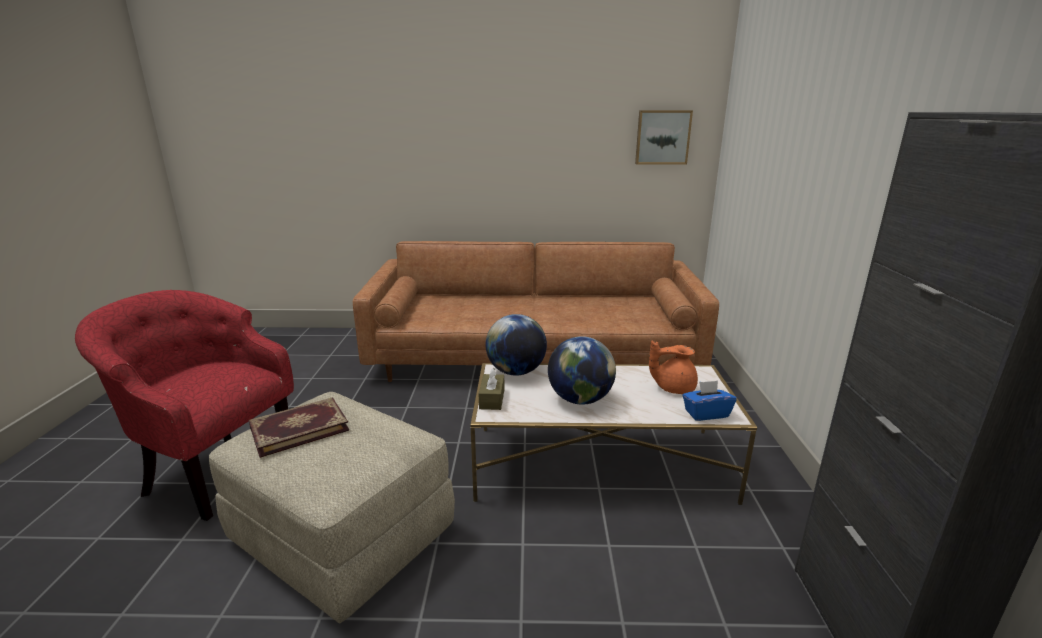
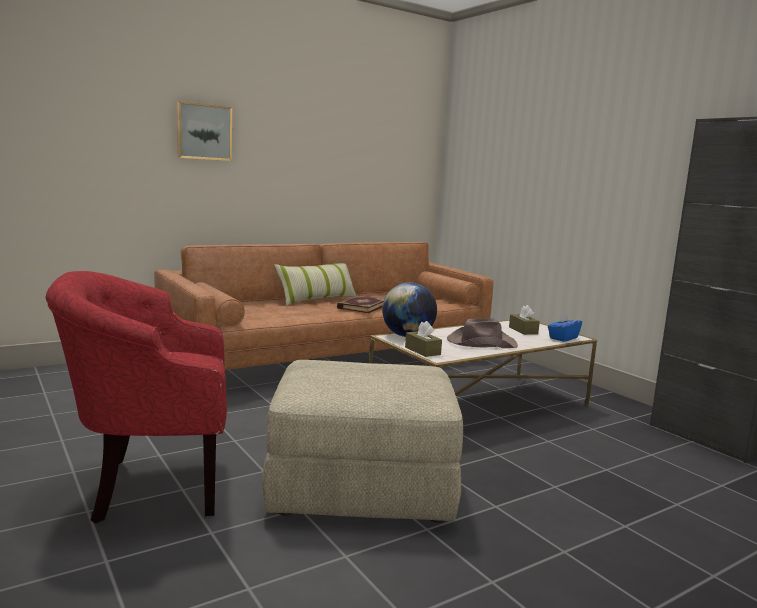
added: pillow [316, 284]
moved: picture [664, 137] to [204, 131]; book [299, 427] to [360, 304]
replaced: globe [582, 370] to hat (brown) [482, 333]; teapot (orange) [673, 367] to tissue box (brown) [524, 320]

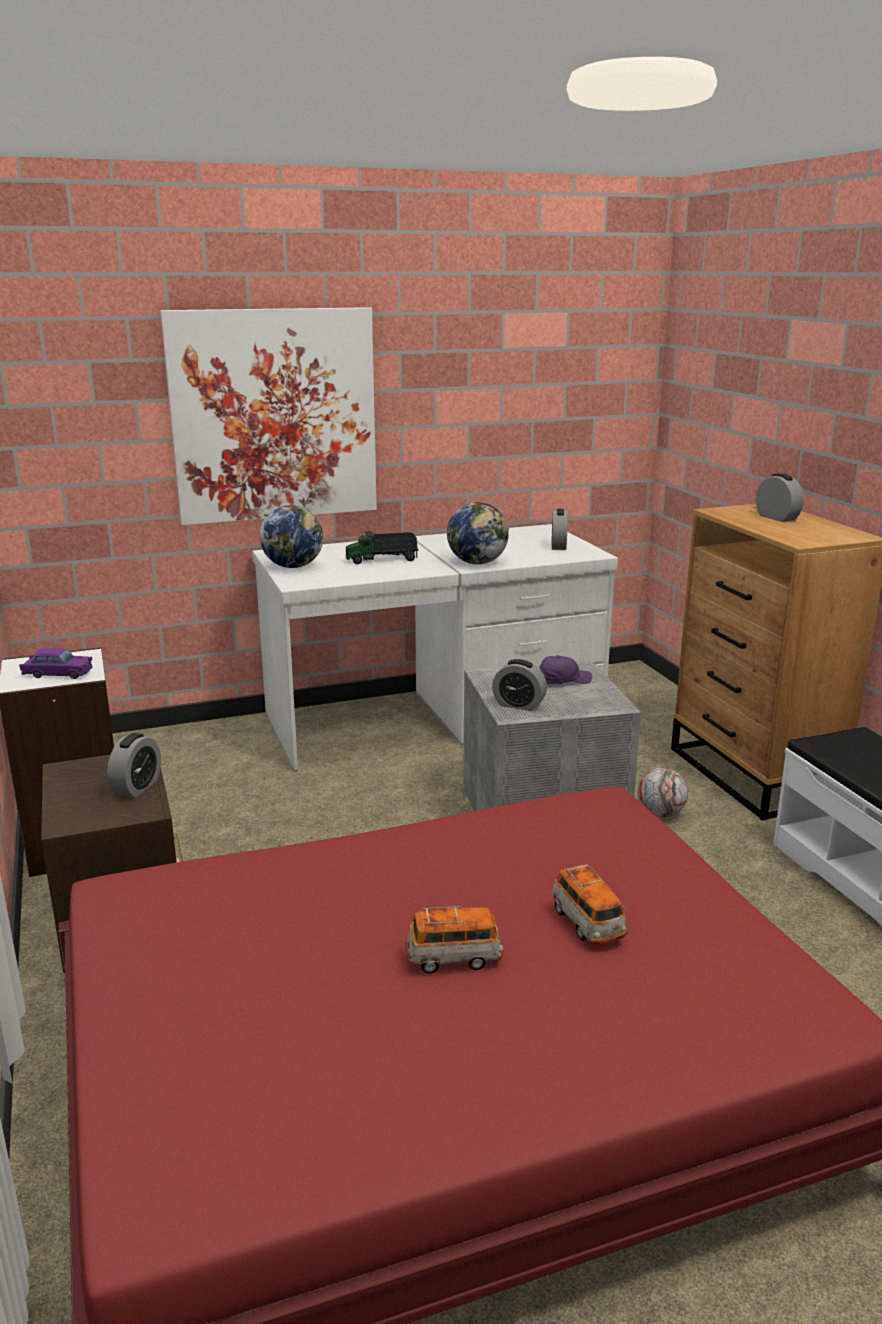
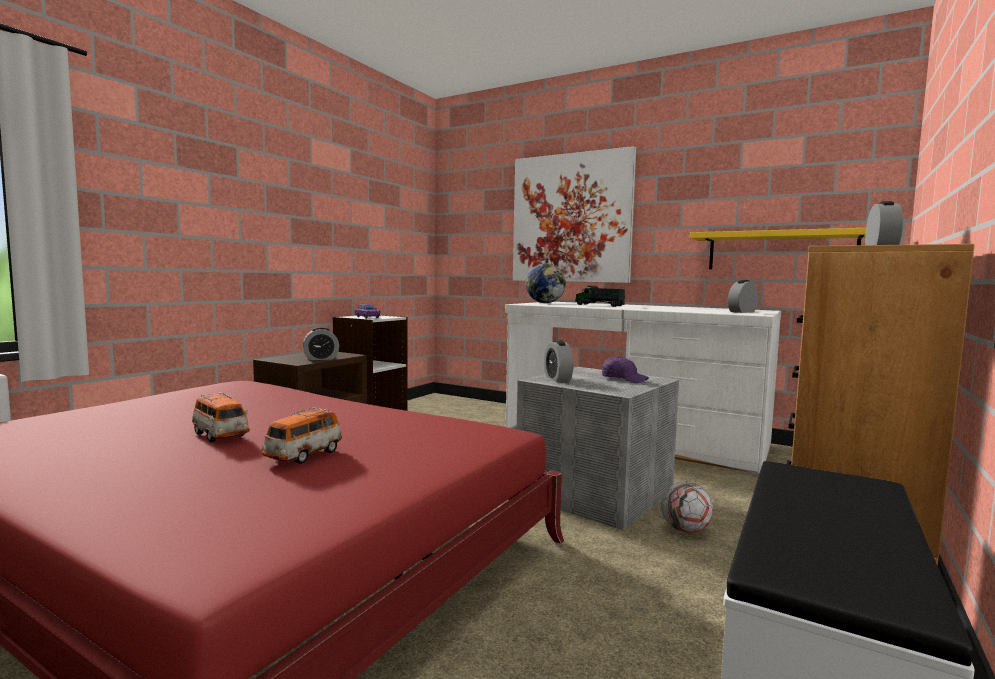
removed: globe [478, 533]
added: shelf (yellow) [778, 248]

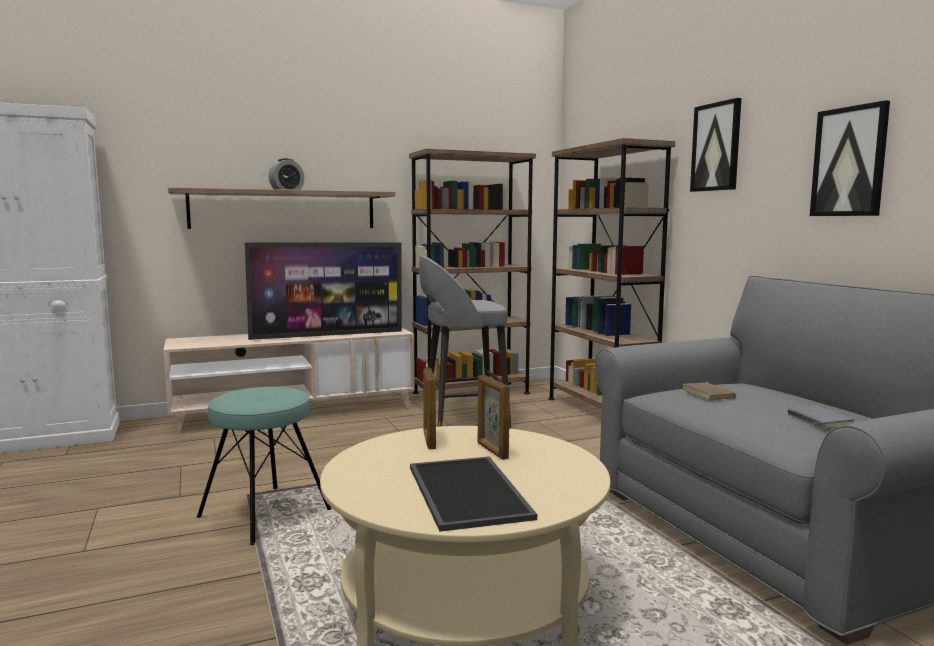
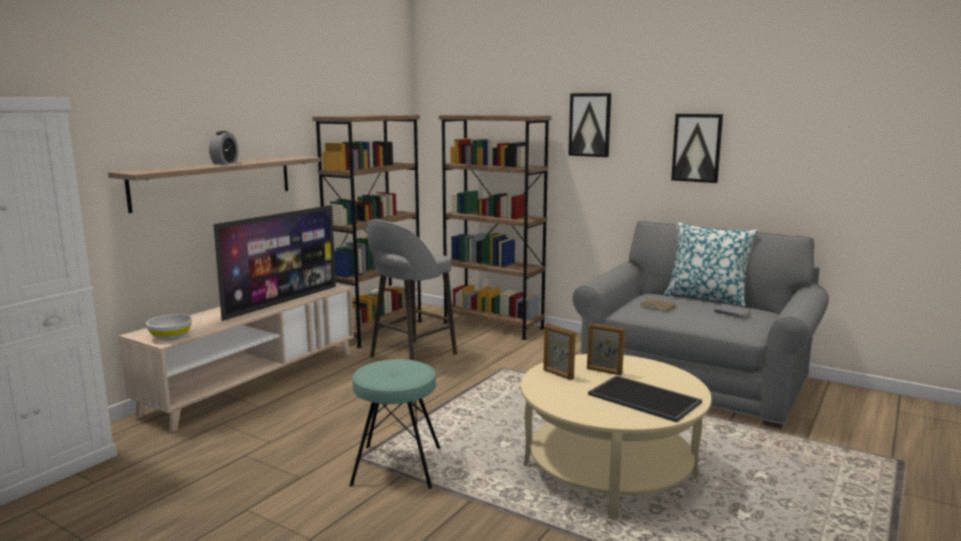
added: pillow [711, 264]; bowl (white) [169, 327]

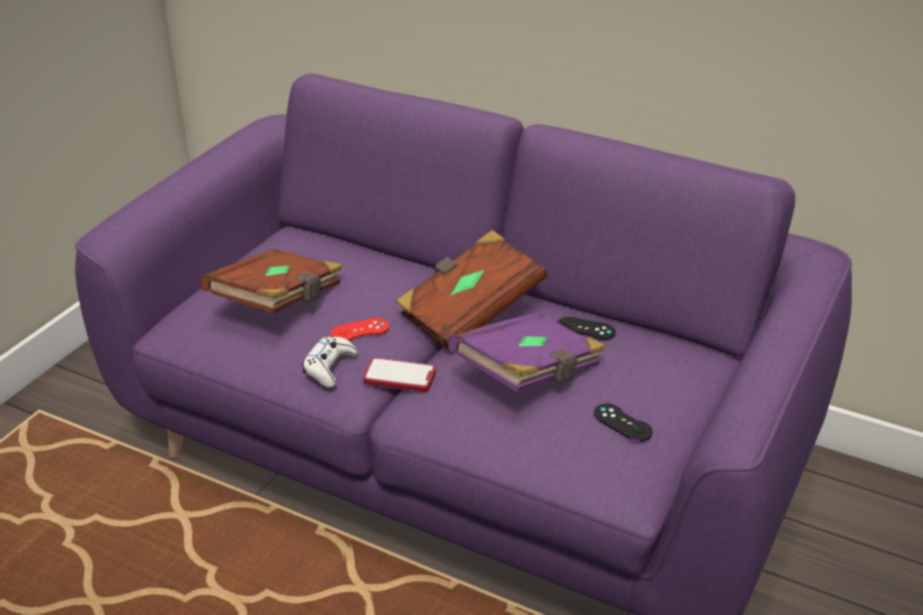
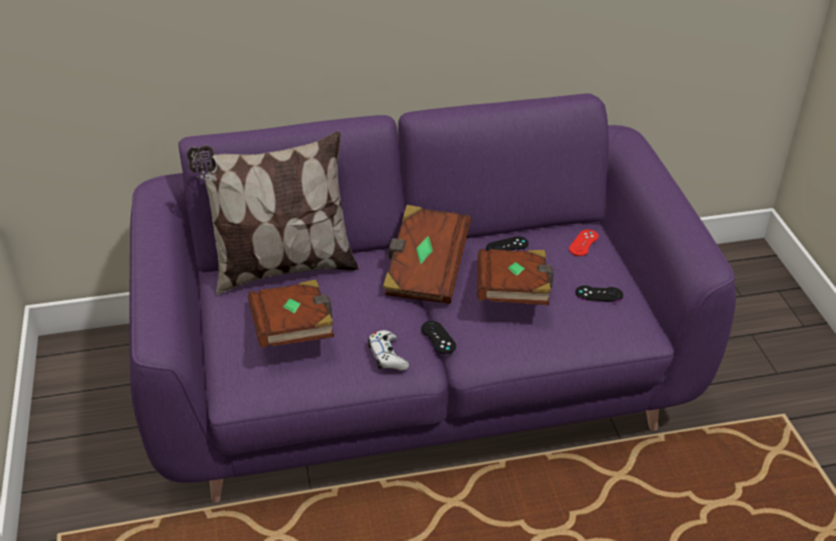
added: pillow [273, 213]
moved: game controller (red) [360, 329] to [584, 242]
replaced: phone [399, 375] to game controller (black) [438, 337]
recoloured: book (purple) [527, 352] to book (brown) [515, 277]

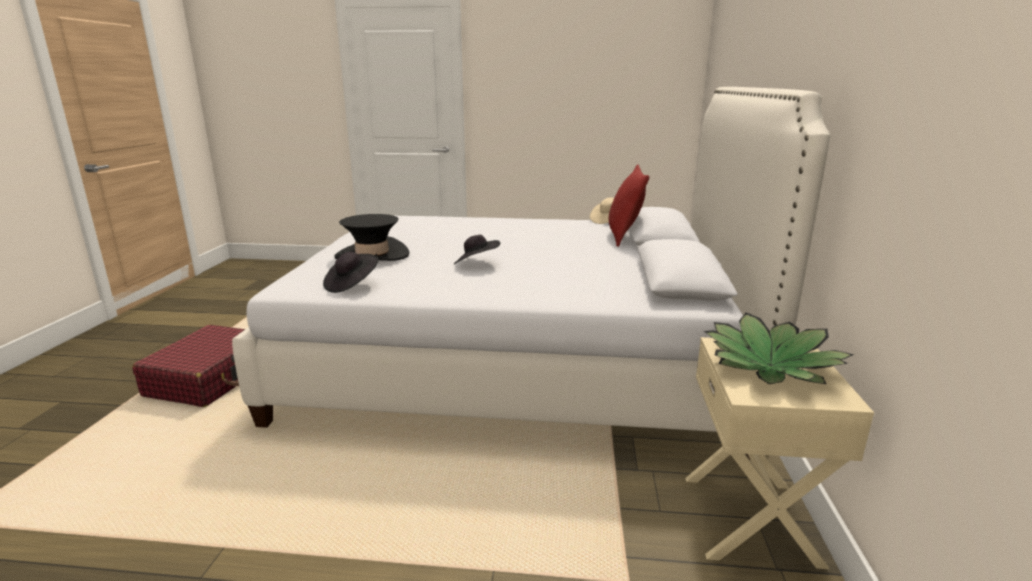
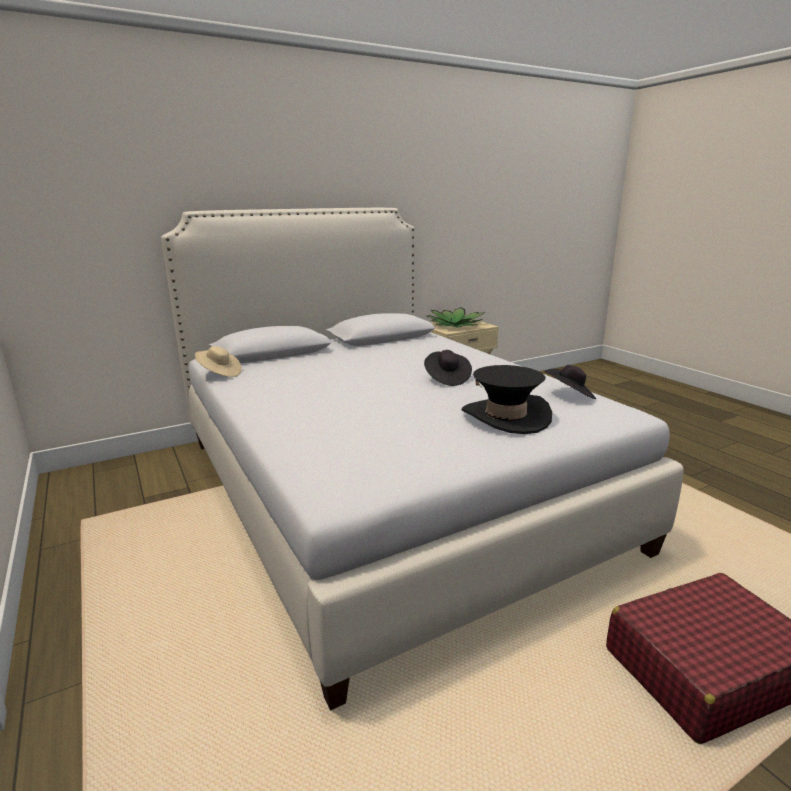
removed: pillow (red) [629, 205]

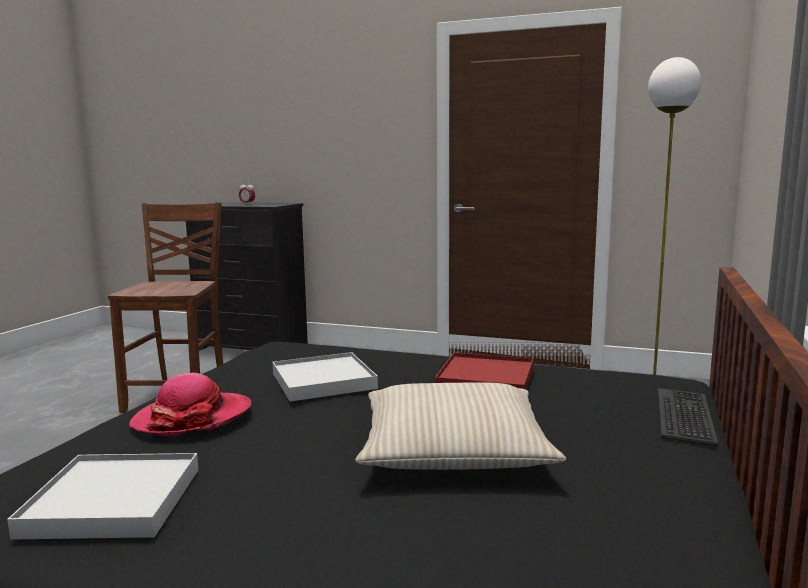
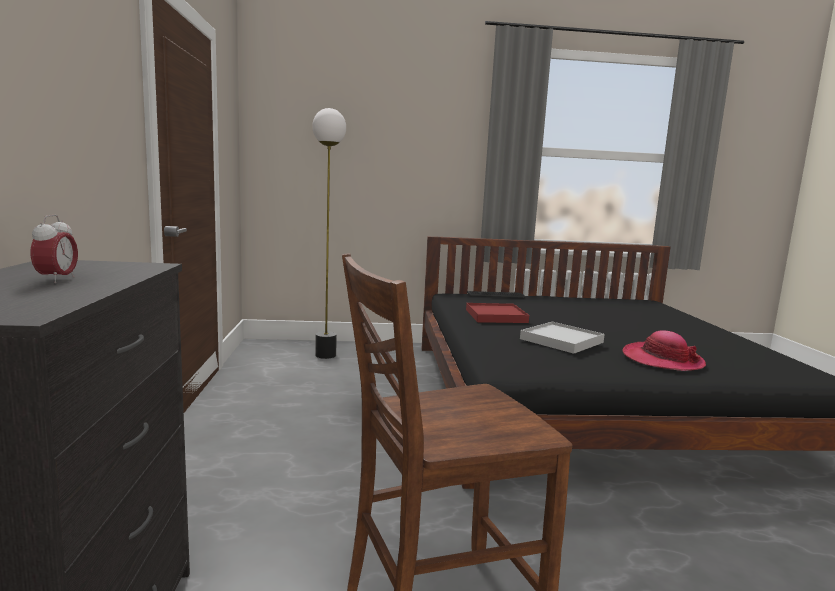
removed: pillow (beige) [461, 426]; tray (white) [102, 496]

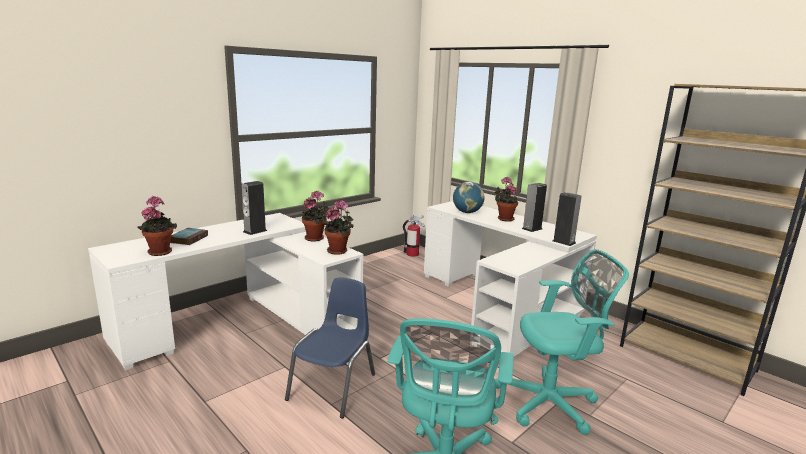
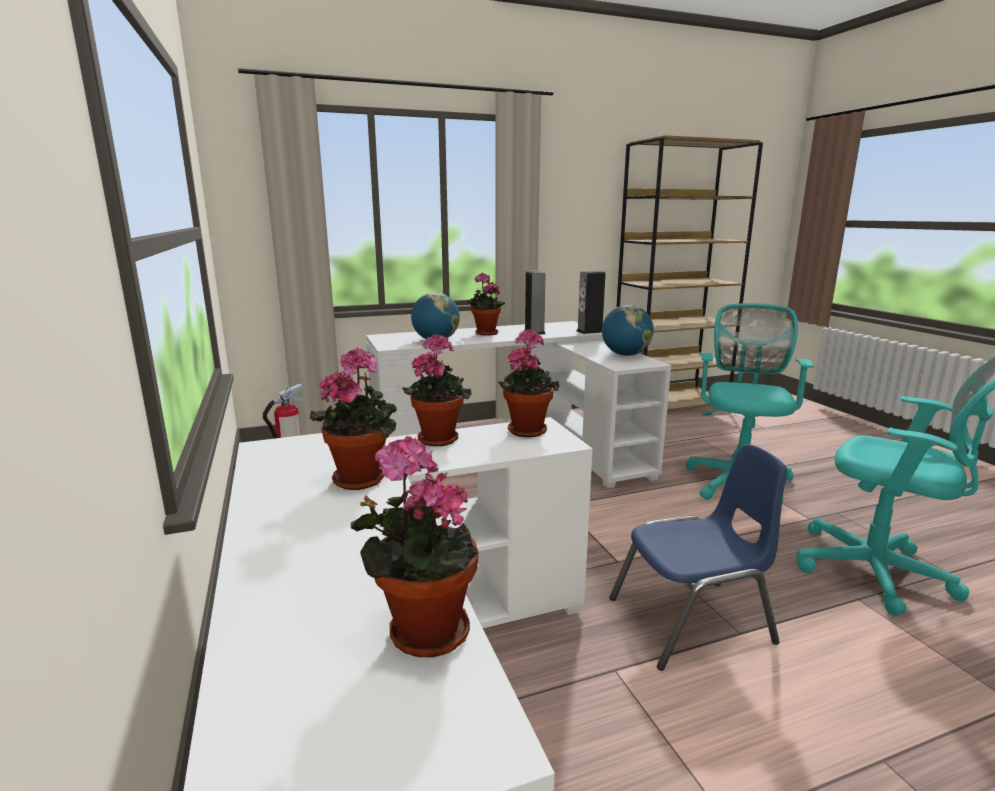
removed: book [189, 236]
added: globe [628, 330]
replaced: speaker [254, 208] to potted plant [353, 418]
turned: chair (blue) [330, 347] = [699, 557] 120 degrees clockwise

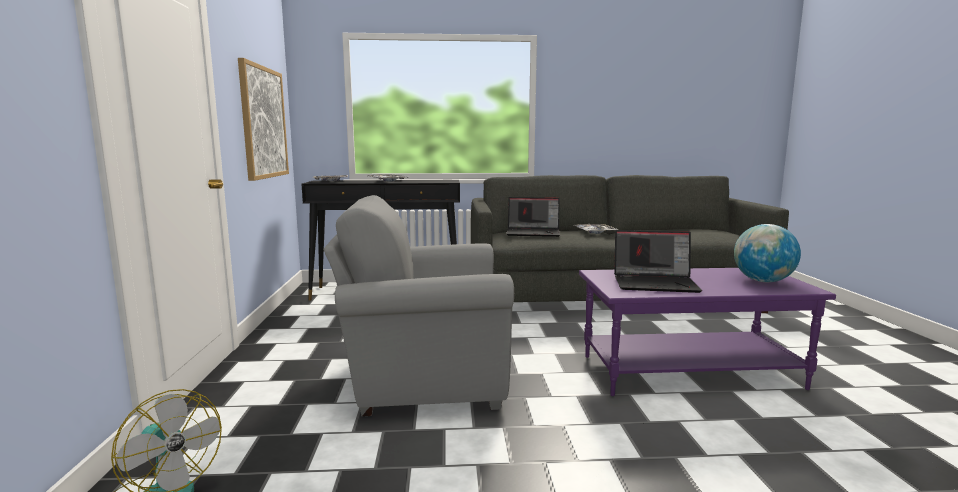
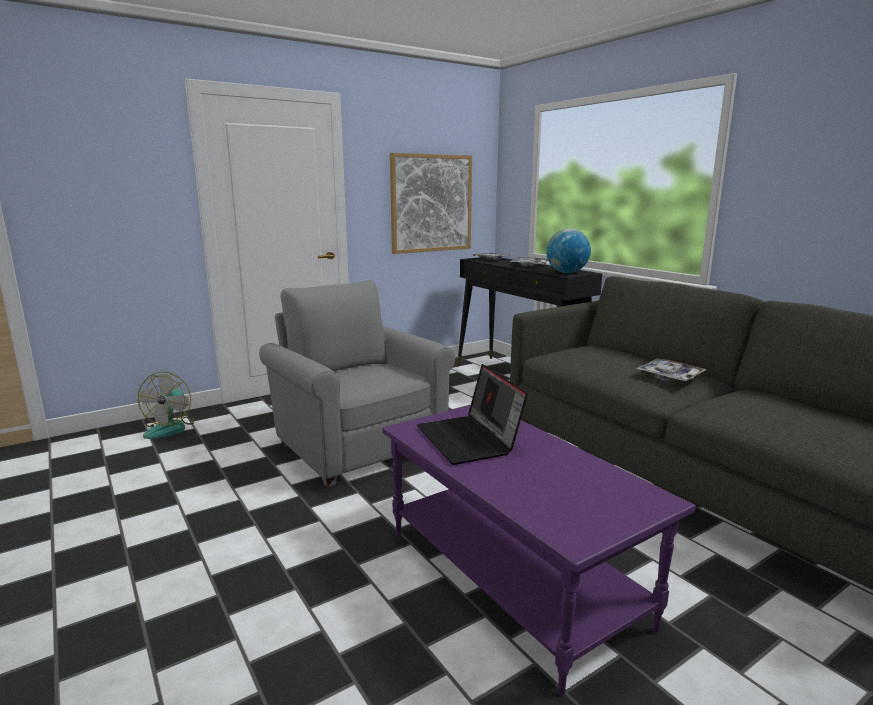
removed: laptop [533, 217]
moved: globe [767, 253] to [568, 251]

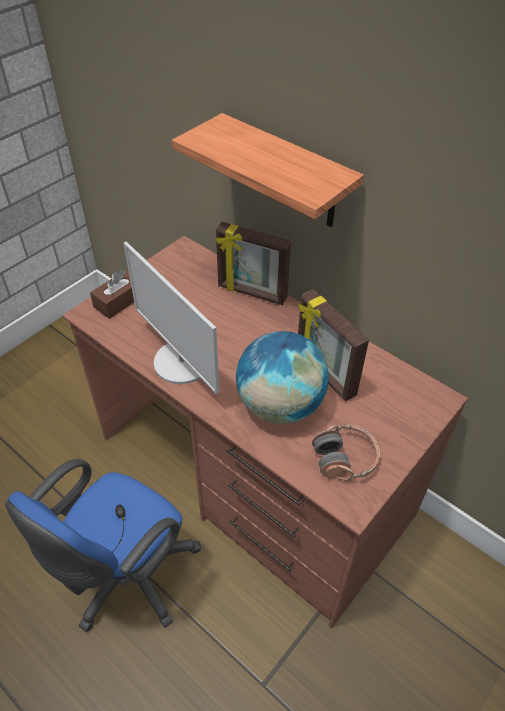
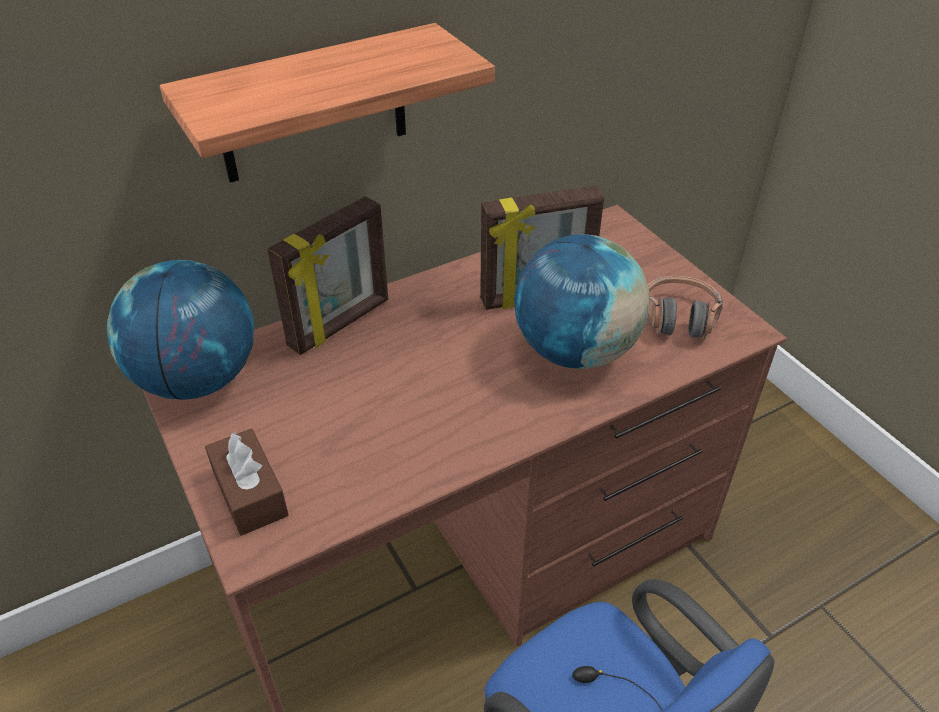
removed: monitor [171, 318]
added: globe [180, 330]

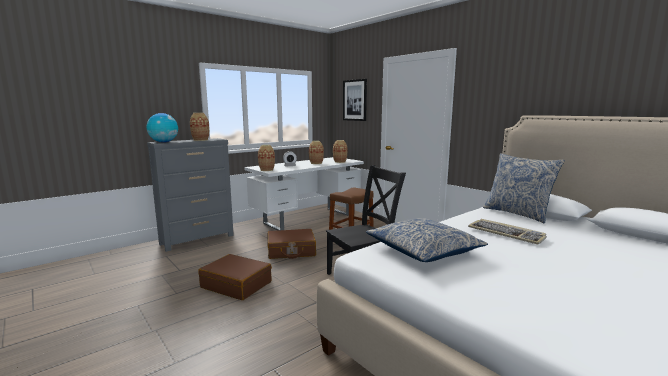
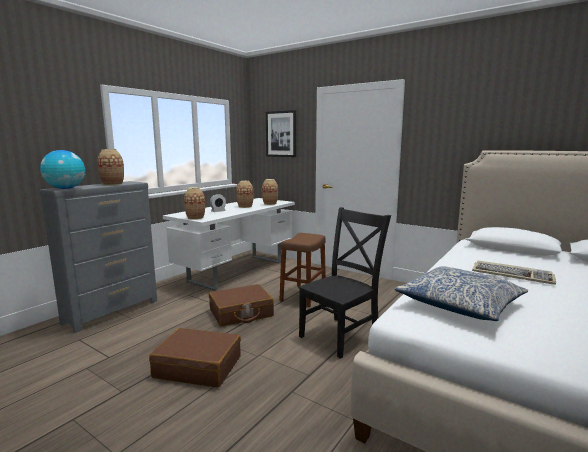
removed: pillow [524, 188]

